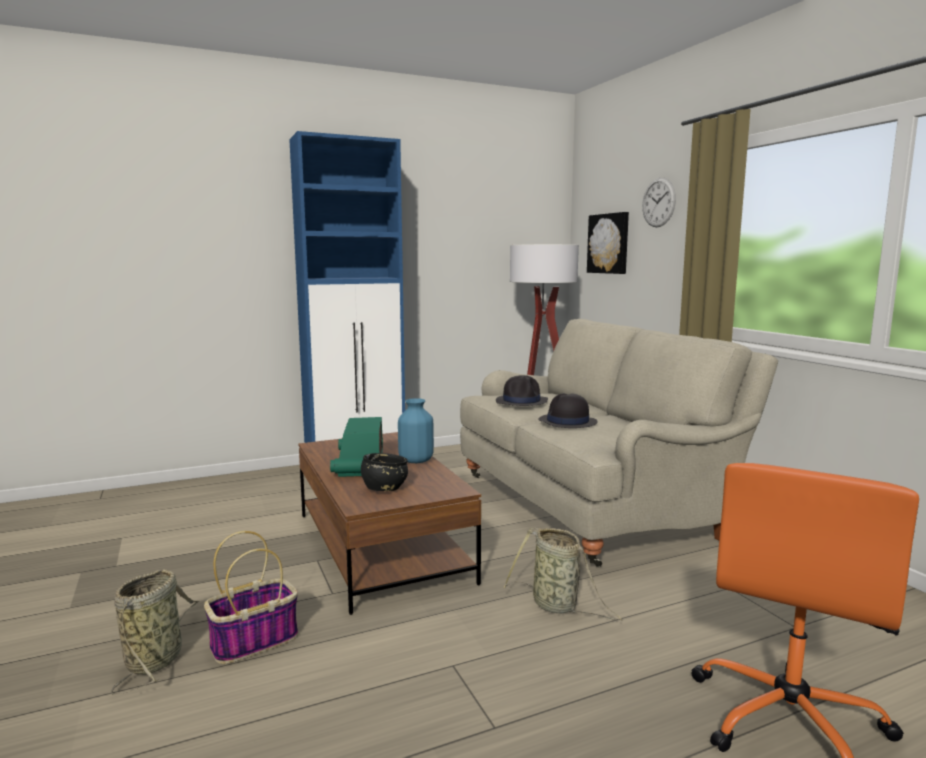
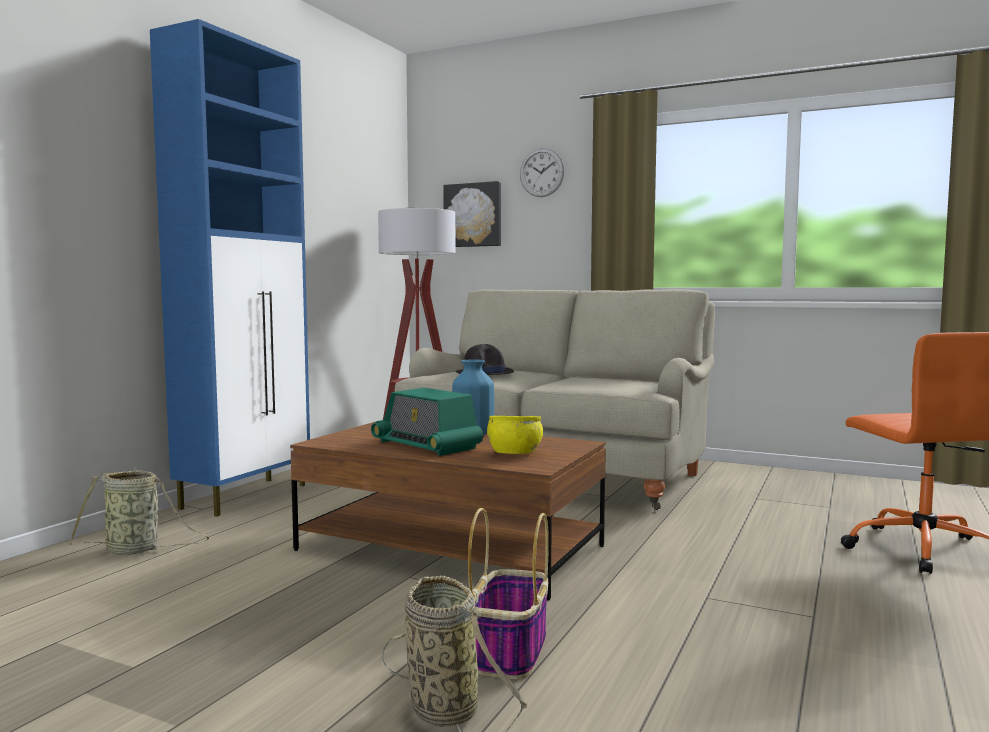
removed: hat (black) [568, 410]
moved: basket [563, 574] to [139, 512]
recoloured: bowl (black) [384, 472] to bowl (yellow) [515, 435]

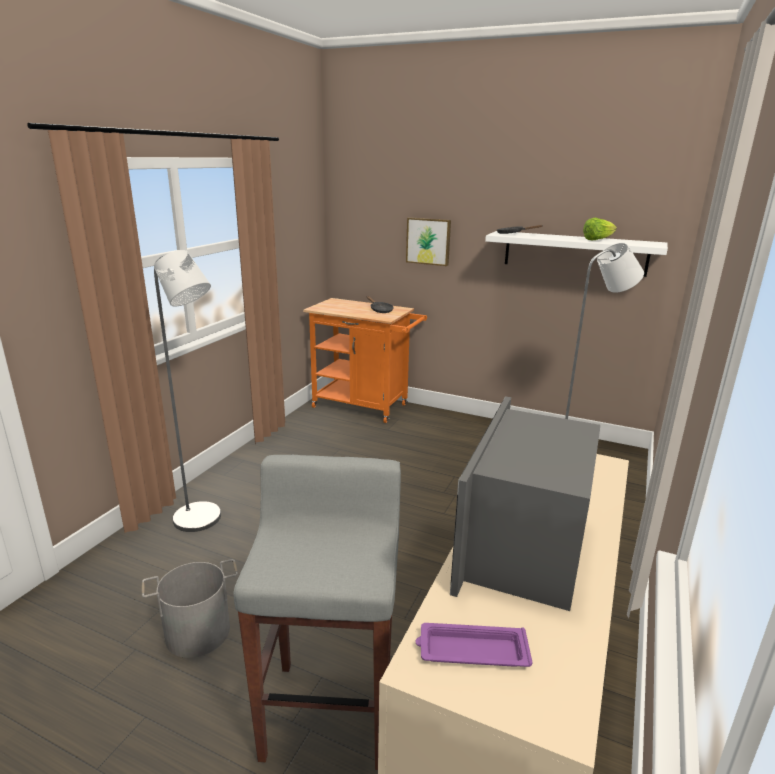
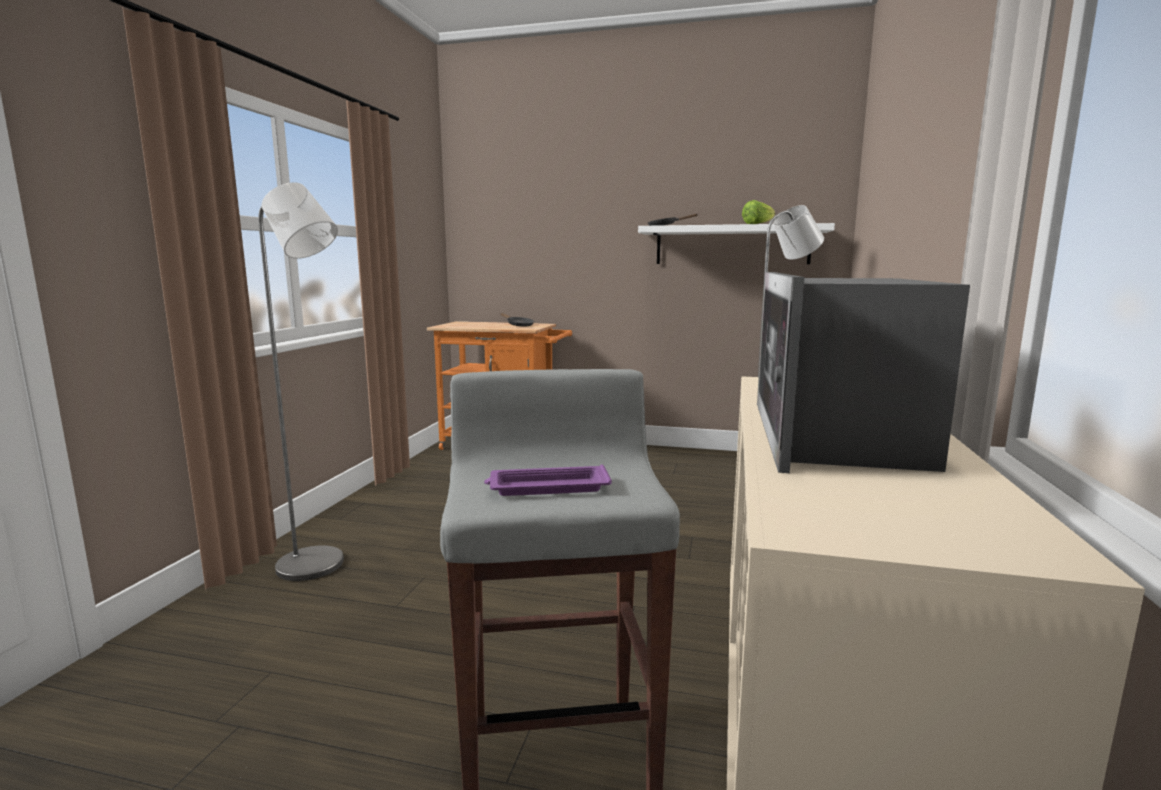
removed: picture [428, 241]; bucket (grey) [190, 608]
moved: tray (purple) [474, 645] to [548, 480]

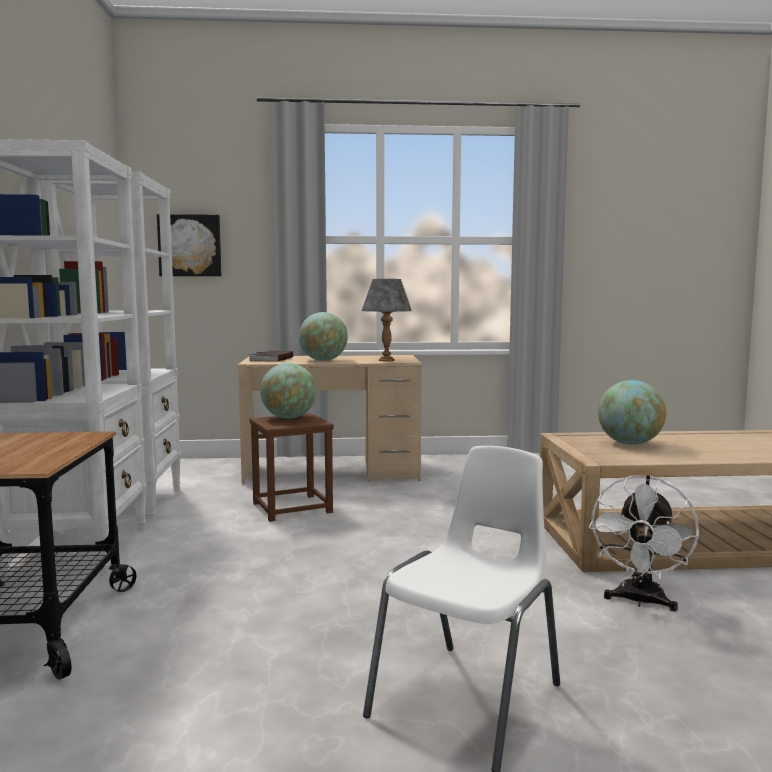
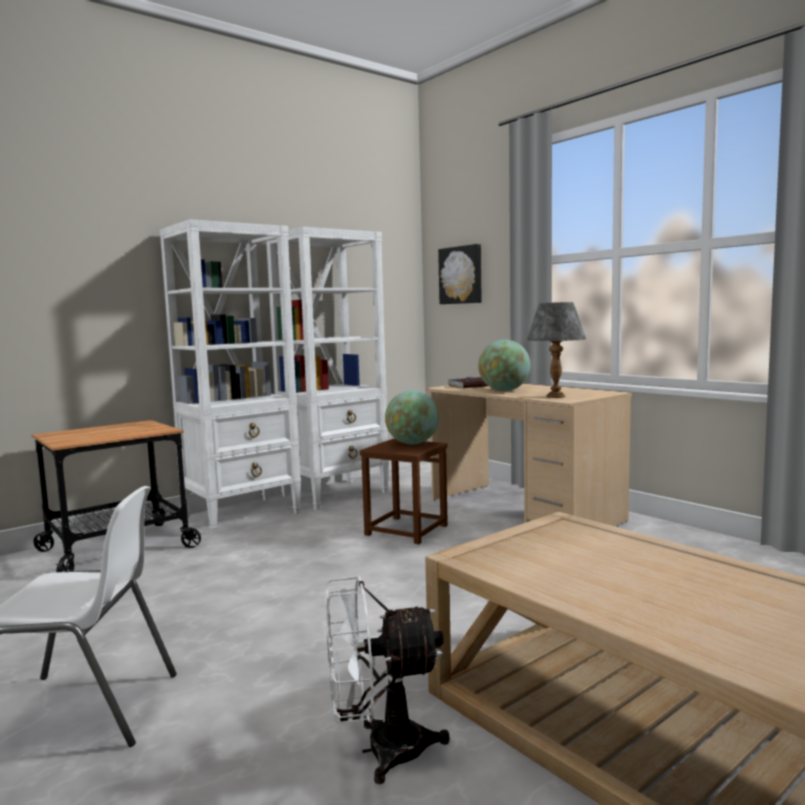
removed: globe [632, 412]

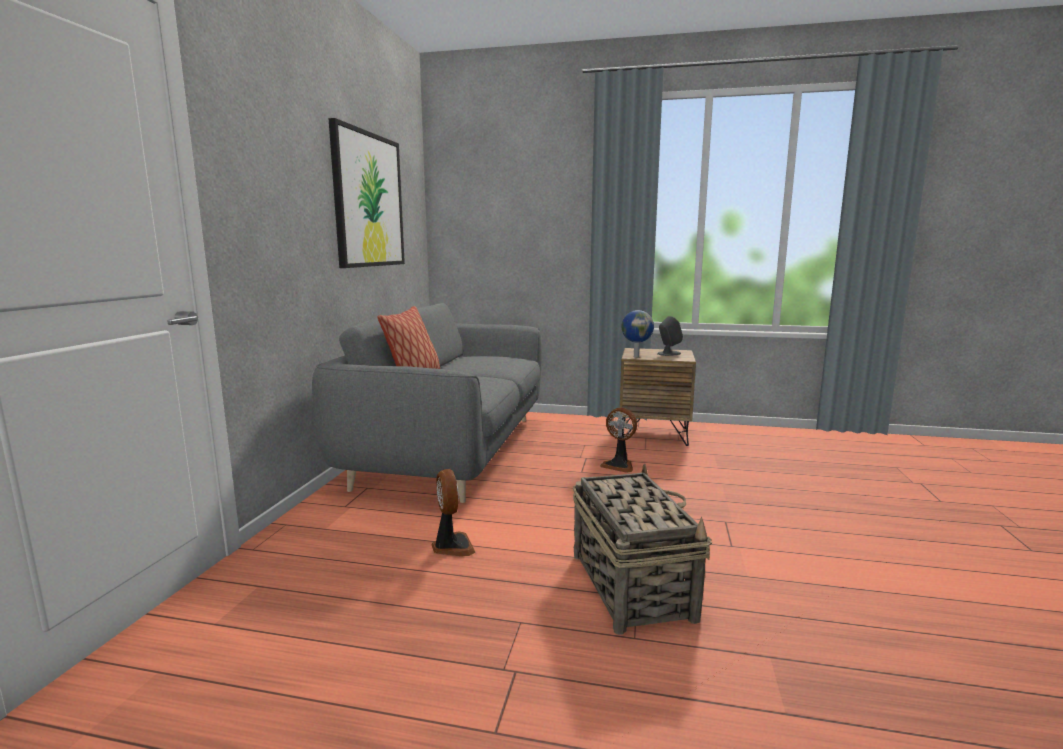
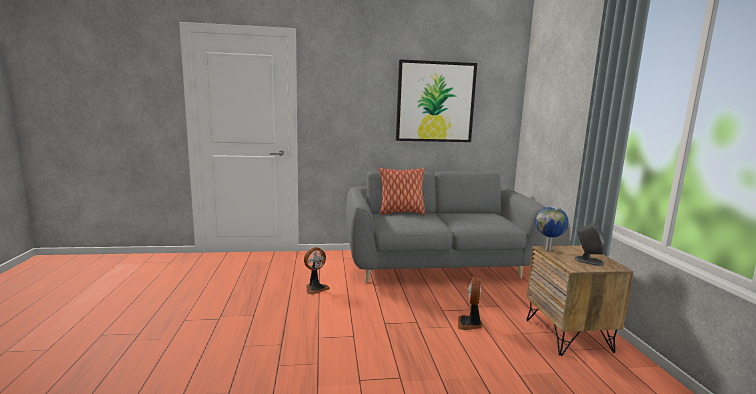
removed: basket [642, 549]

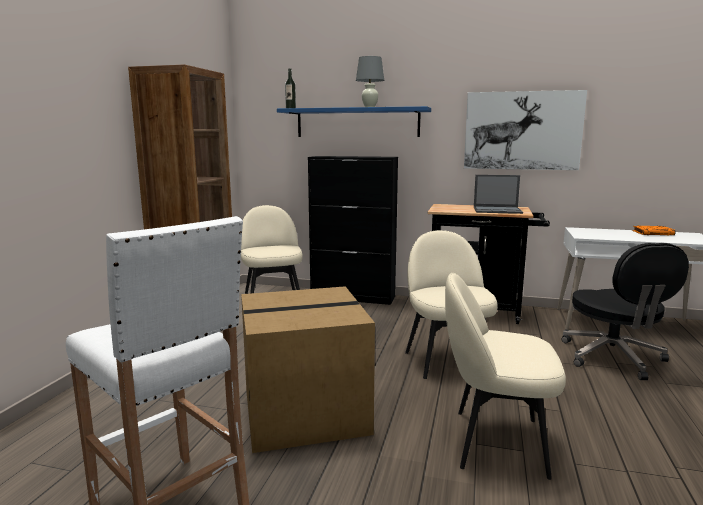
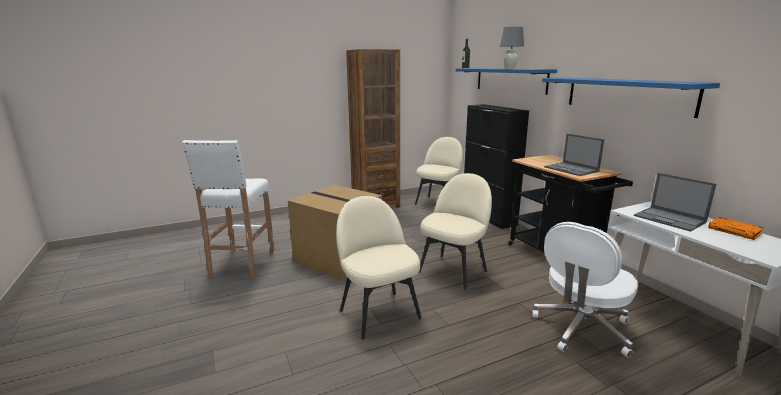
added: laptop [675, 202]
replaced: picture [525, 130] to shelf (blue) [631, 97]
recoloured: office chair (black) [625, 311] to office chair (white) [585, 289]

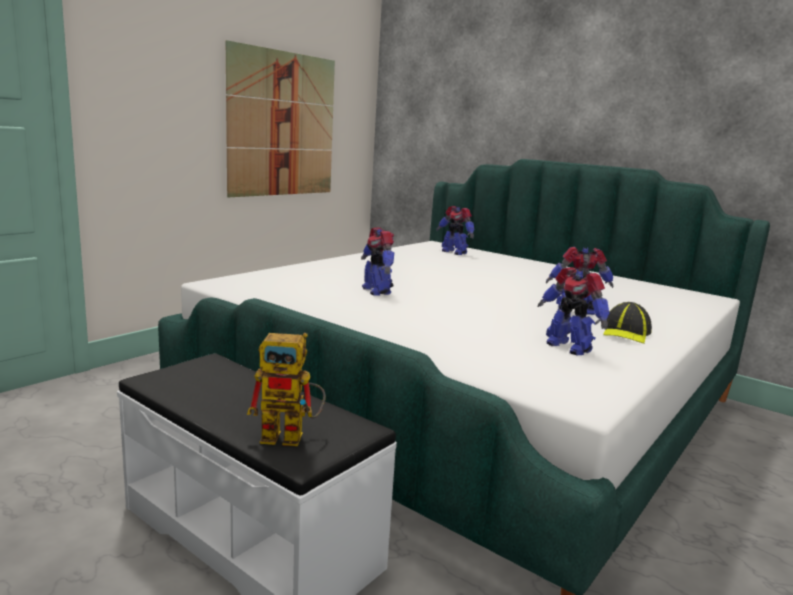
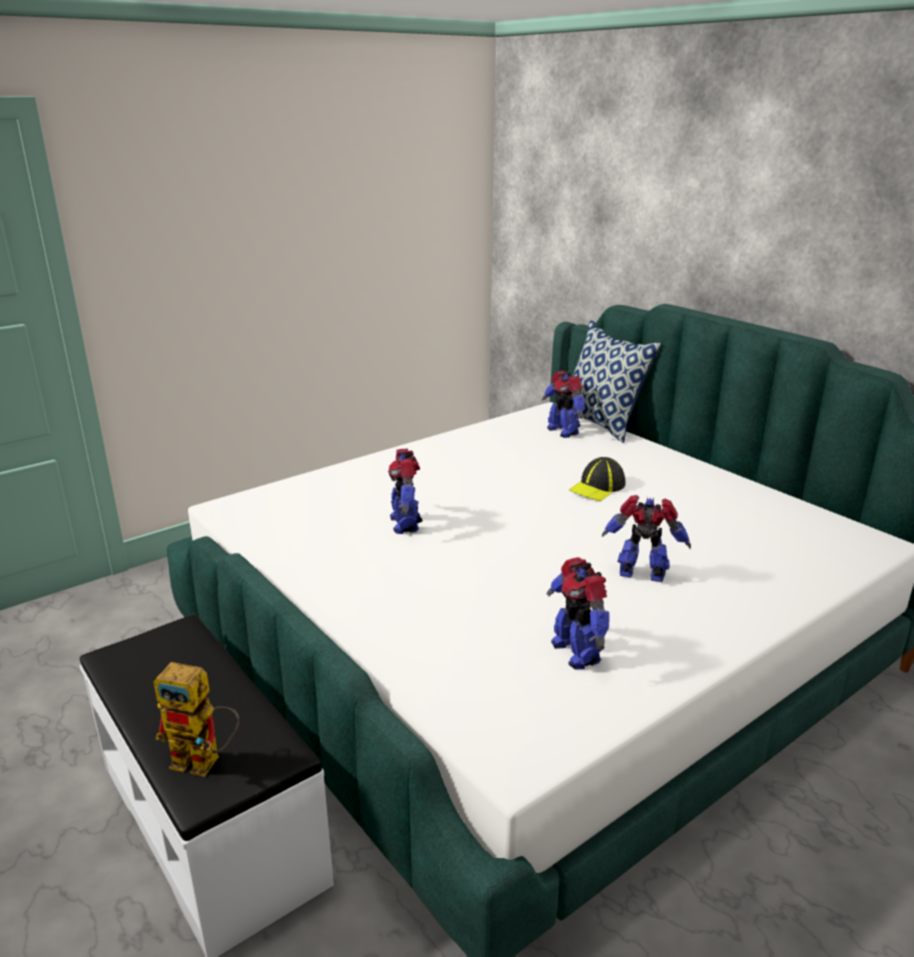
removed: picture [280, 118]
added: pillow [612, 381]
moved: cap [627, 323] to [597, 479]

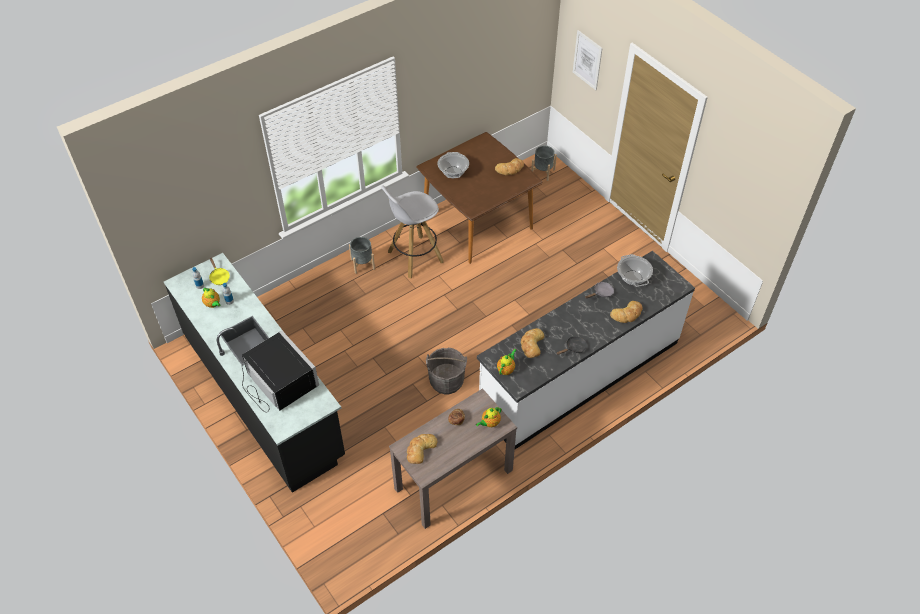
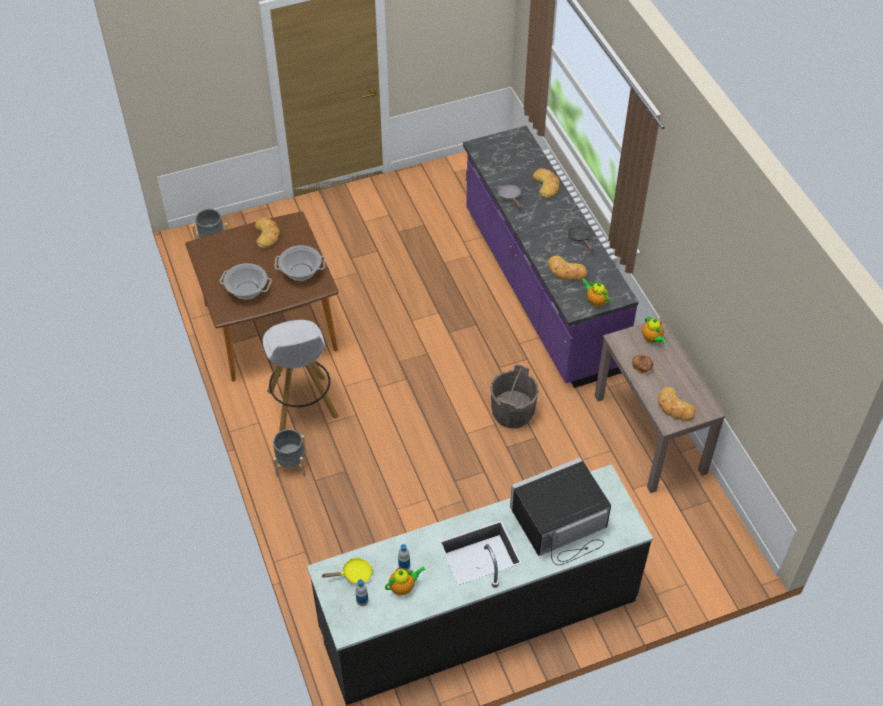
removed: picture [588, 60]
moved: cooking pot [635, 270] to [300, 263]
recoloured: counter (white) [586, 350] to counter (purple) [550, 257]

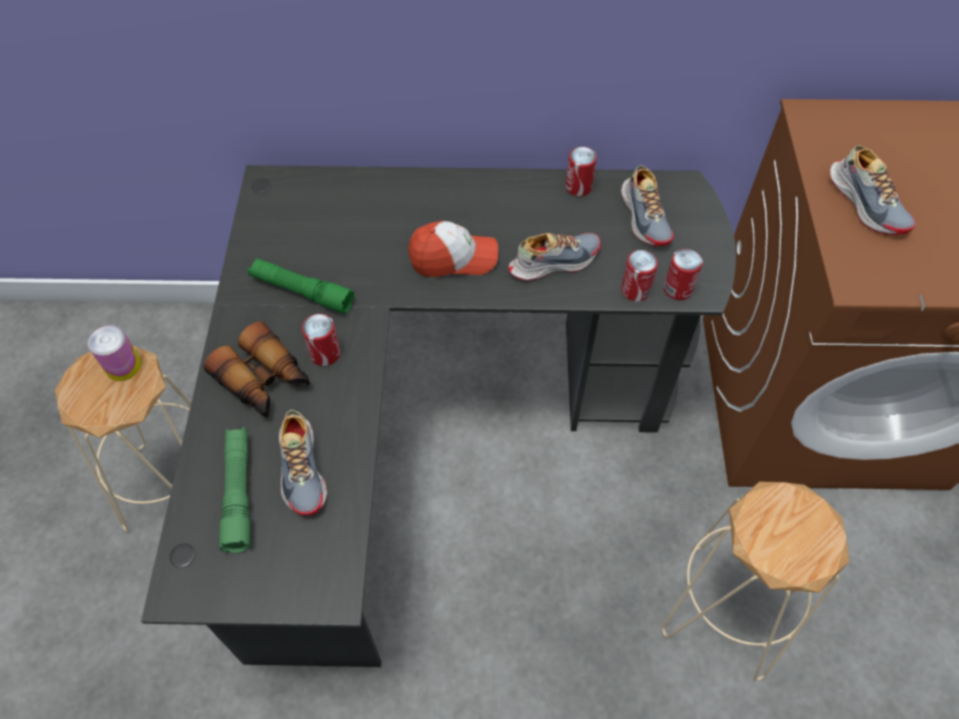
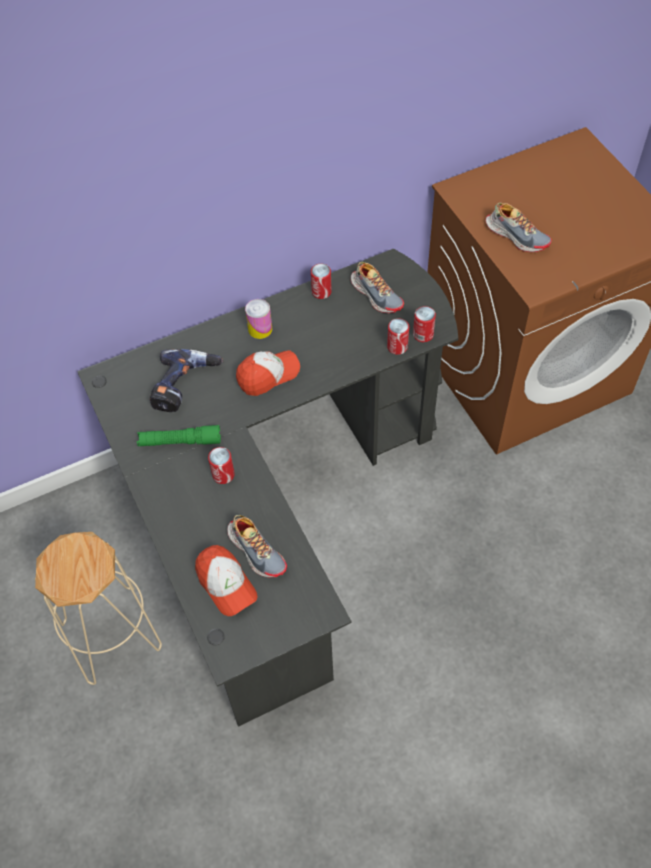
removed: shoe [554, 257]; binoculars [257, 369]; stool (beige) [755, 581]
added: power drill [186, 380]
moved: can [114, 353] to [258, 319]
replaced: flashlight (green) [235, 490] to cap [226, 580]

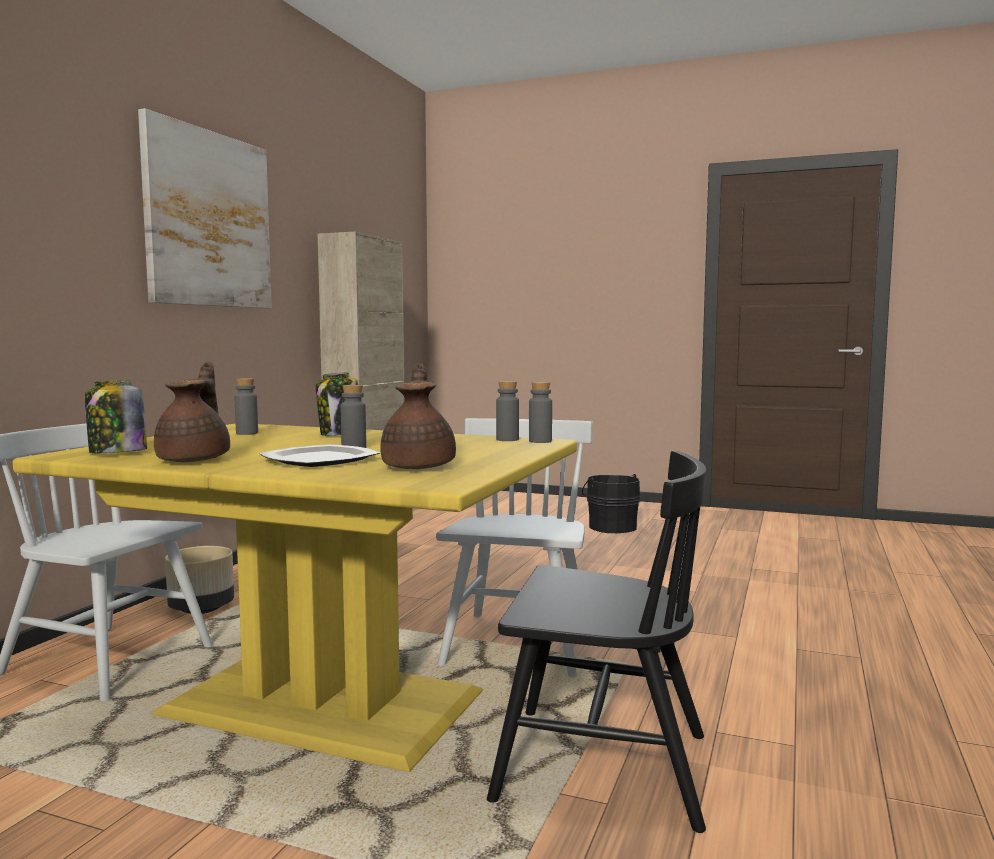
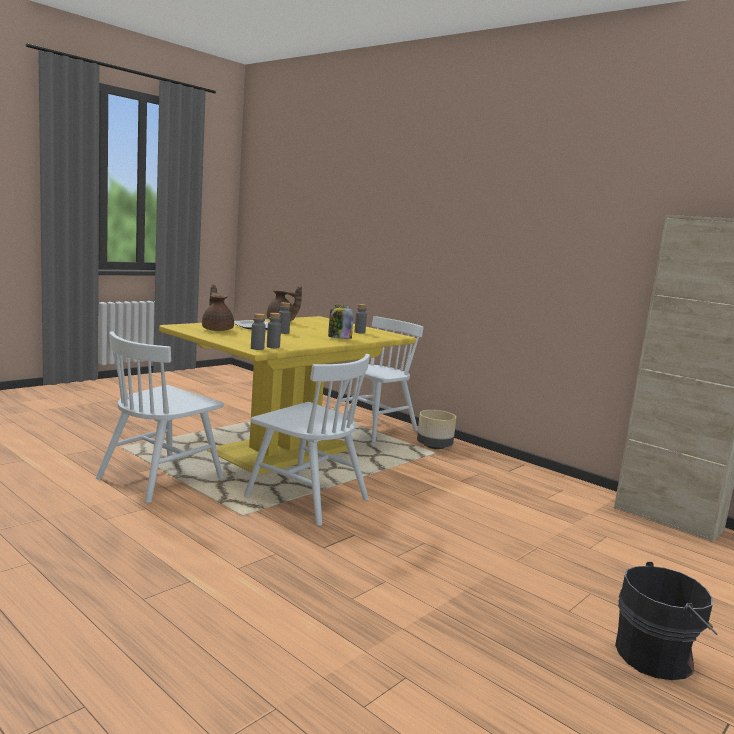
removed: picture [205, 208]; jar [116, 416]
recoloured: chair (black) [597, 642] to chair (white) [160, 417]
turned: teapot (brown) [418, 416] = [218, 307] 135 degrees counterclockwise

